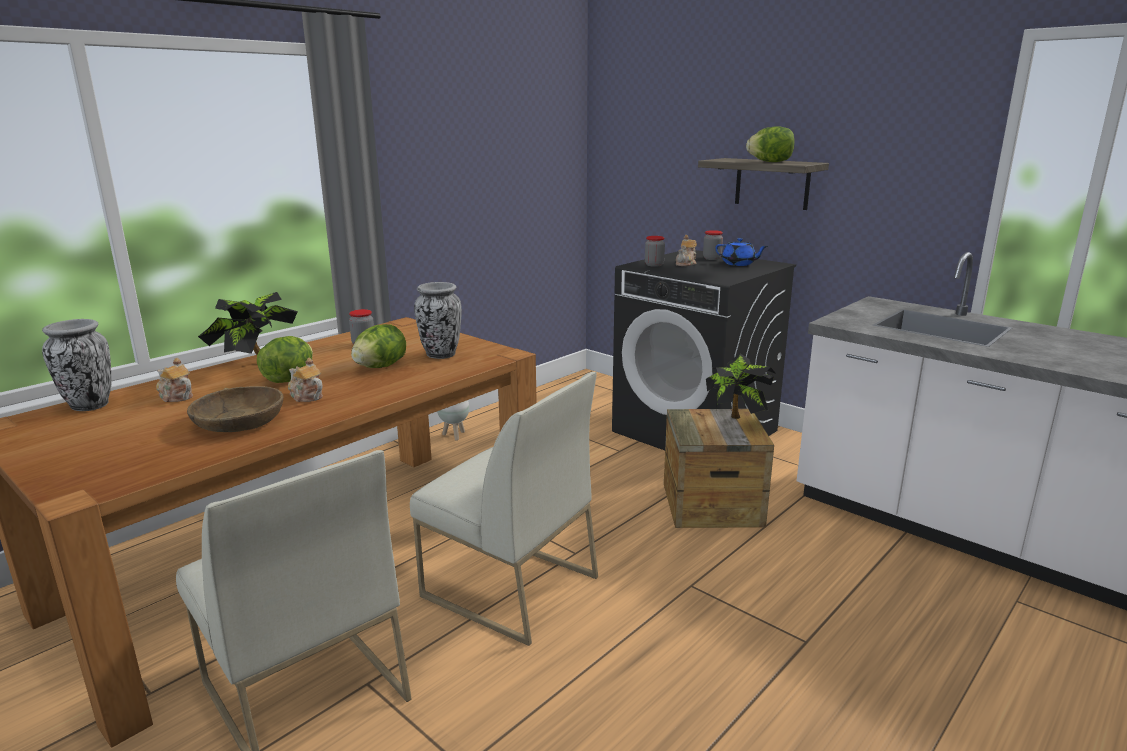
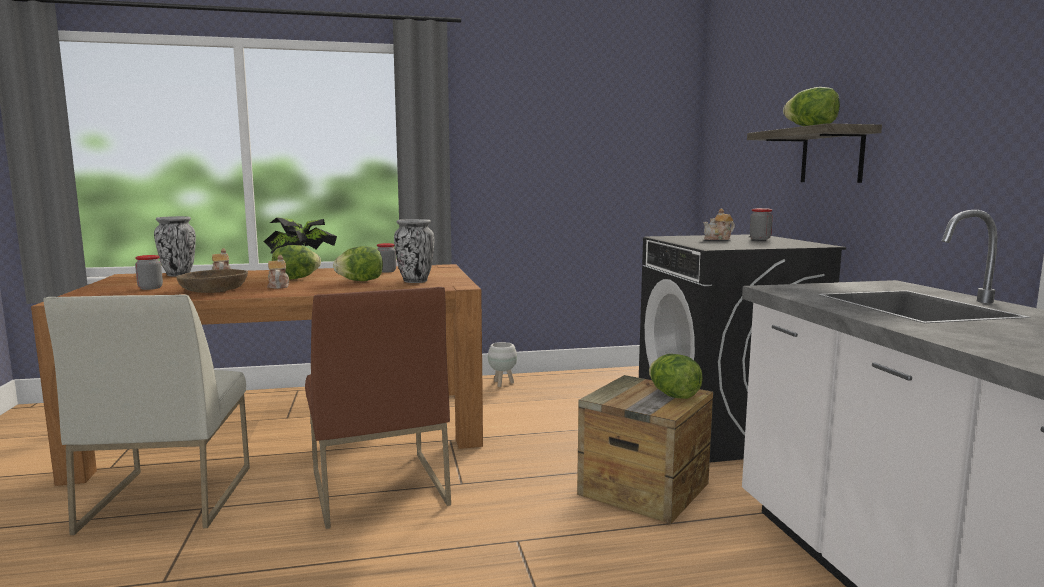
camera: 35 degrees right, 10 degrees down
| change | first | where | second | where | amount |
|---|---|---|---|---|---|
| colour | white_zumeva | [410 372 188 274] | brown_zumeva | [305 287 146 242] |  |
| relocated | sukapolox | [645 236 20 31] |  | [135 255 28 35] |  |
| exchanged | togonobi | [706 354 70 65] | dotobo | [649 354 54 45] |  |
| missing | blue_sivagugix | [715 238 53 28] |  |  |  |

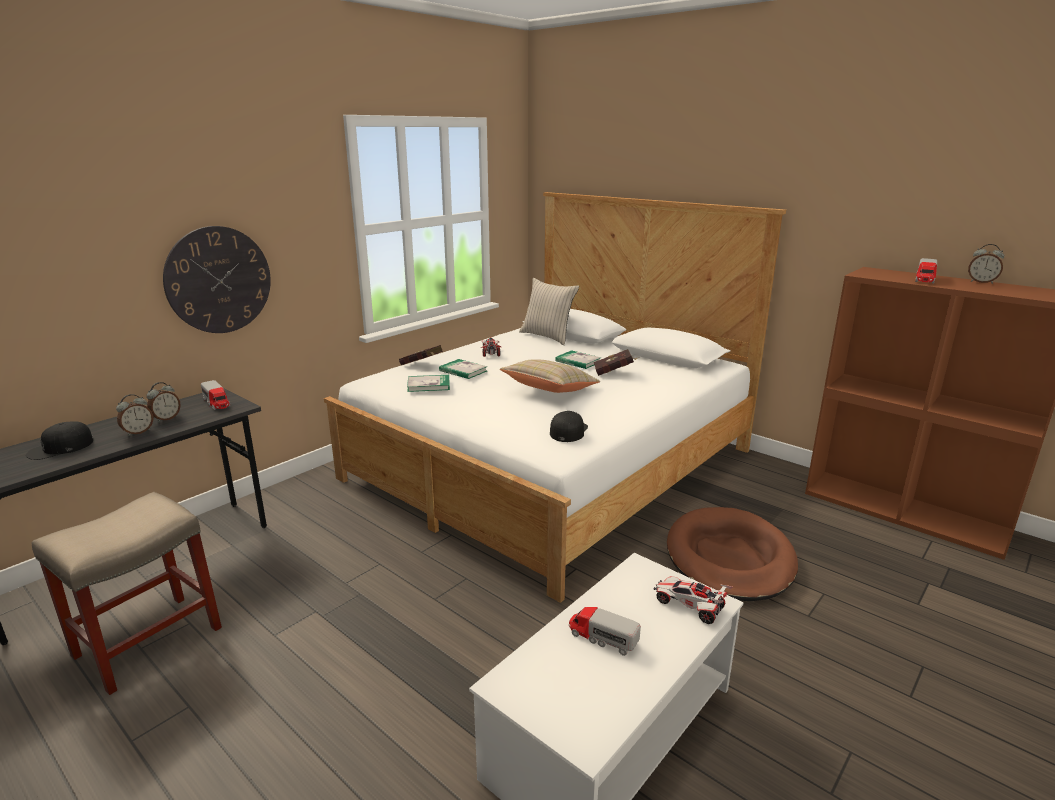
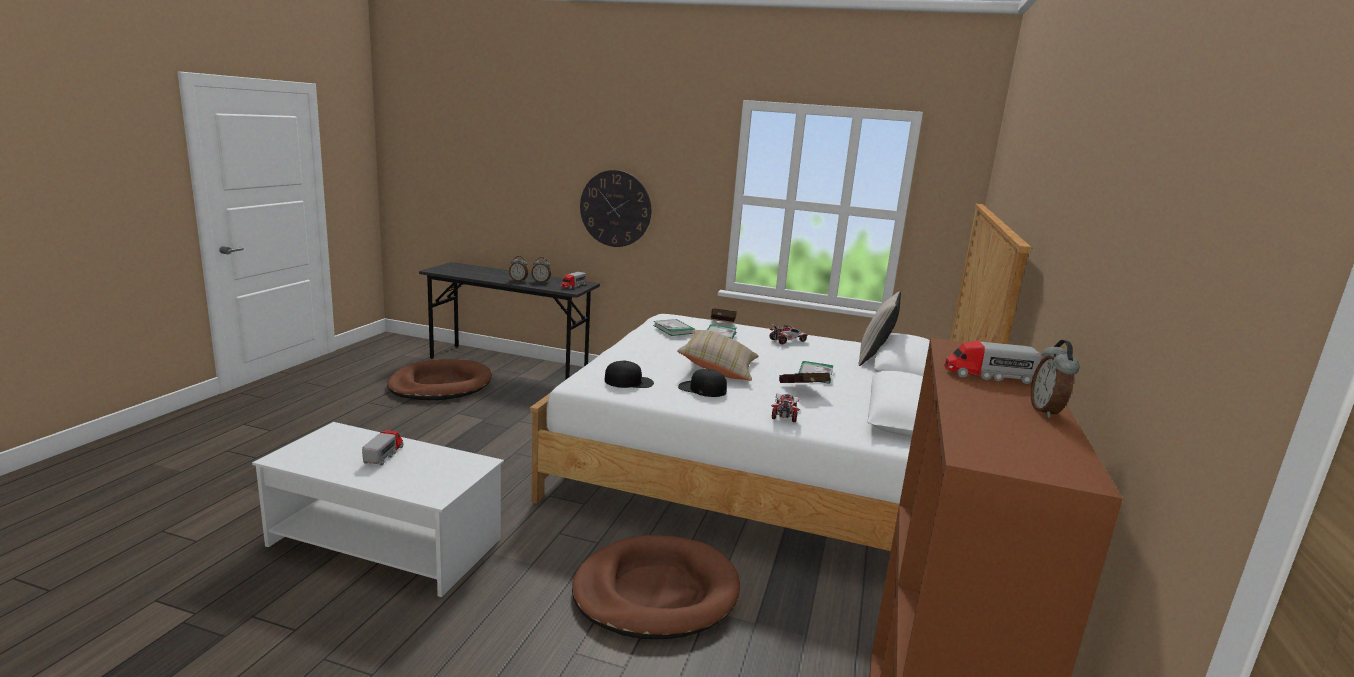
camera: 65 degrees right, 5 degrees down
| change | first | where | second | where | amount |
|---|---|---|---|---|---|
| relocated | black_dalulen | [26 421 67 39] |  | [678 369 49 28] |  |
| exchanged | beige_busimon | [32 492 190 203] | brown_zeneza | [387 359 105 41] |  |
| relocated | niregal | [653 576 80 48] |  | [771 394 29 28] |  |

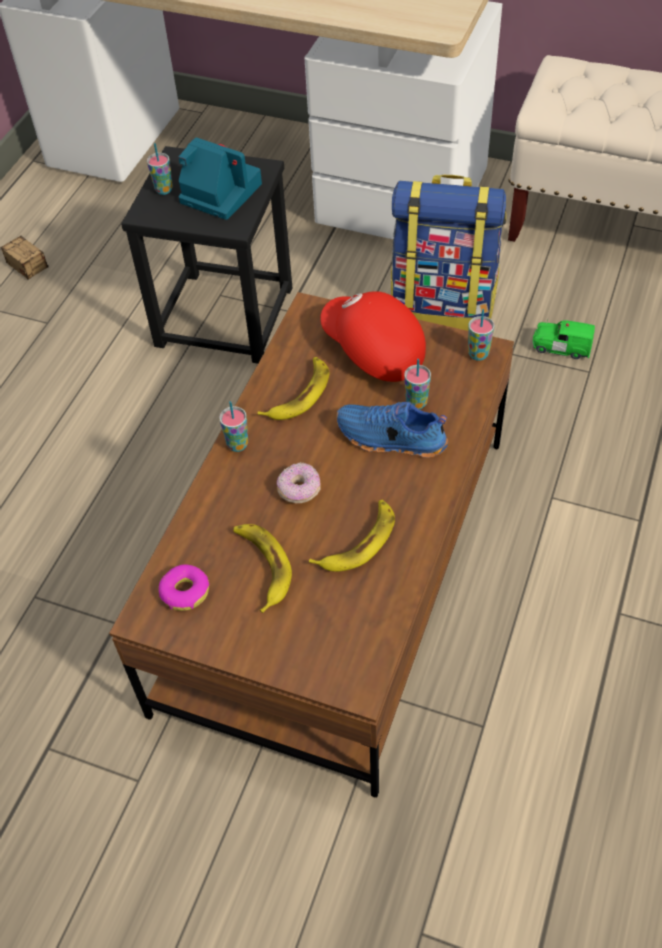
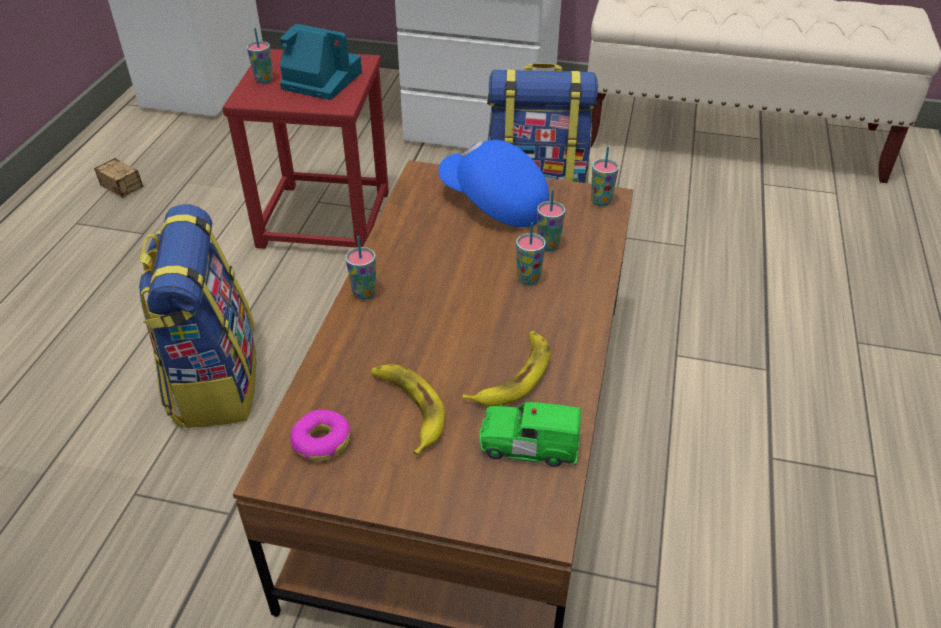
camera: 10 degrees left, 10 degrees down
| change | first | where | second | where | amount |
|---|---|---|---|---|---|
| colour | black_busimon | [121 146 171 218] | red_busimon | [222 49 167 200] |  |
| missing | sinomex | [257 357 73 63] |  |  |  |
| missing | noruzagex | [277 462 44 42] |  |  |  |
| colour | red_dalulen | [320 291 106 91] | blue_dalulen | [438 140 111 87] |  |
| exchanged | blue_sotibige | [337 402 111 56] | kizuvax | [516 222 30 63] |  |
| relocated | green_niregal | [533 320 62 39] |  | [479 399 102 68] |  |
| appeared |  |  | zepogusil | [138 204 118 224] |  |

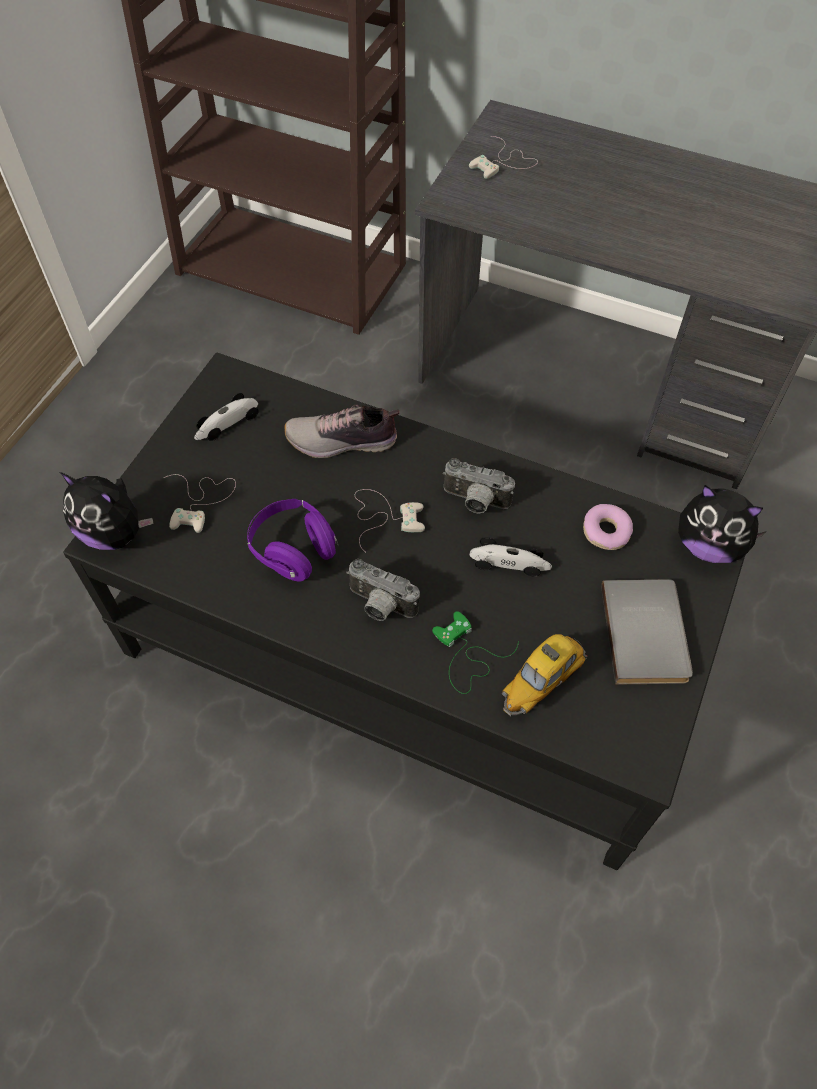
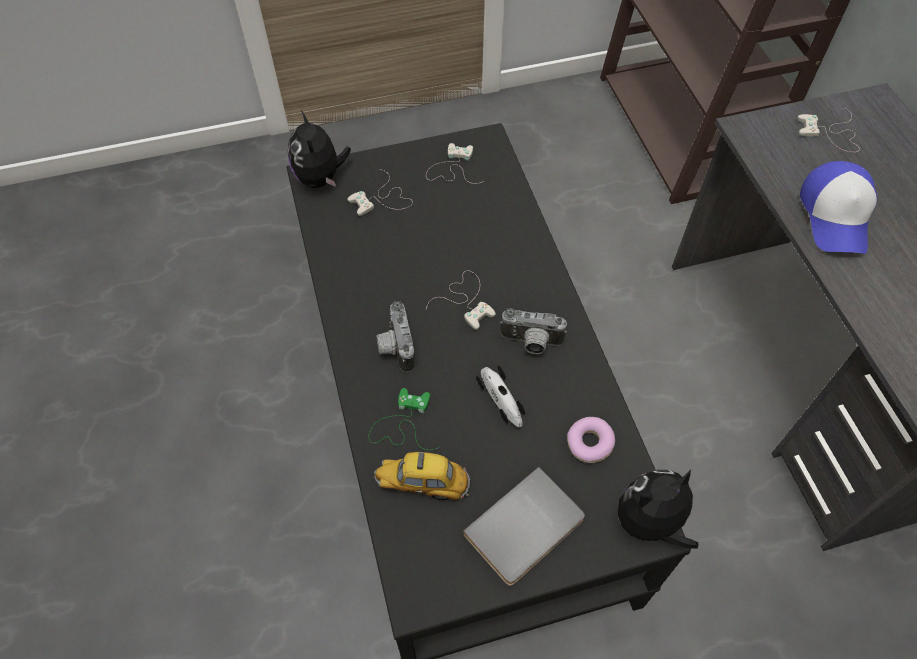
camera: 50 degrees right, 0 degrees up
| change | first | where | second | where | amount |
|---|---|---|---|---|---|
| exchanged | niregal | [194 393 64 48] | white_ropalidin | [426 143 58 41] |  |
| missing | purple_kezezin | [247 499 92 83] |  |  |  |
| missing | sotibige | [284 404 116 54] |  |  |  |
| spun | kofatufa | [443 458 72 56] |  | [500 308 67 46] | 60 degrees counterclockwise |
| spun | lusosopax | [678 485 88 78] |  | [618 469 80 79] | 75 degrees clockwise |
| appeared |  |  | dalulen | [800 161 77 93] |  |

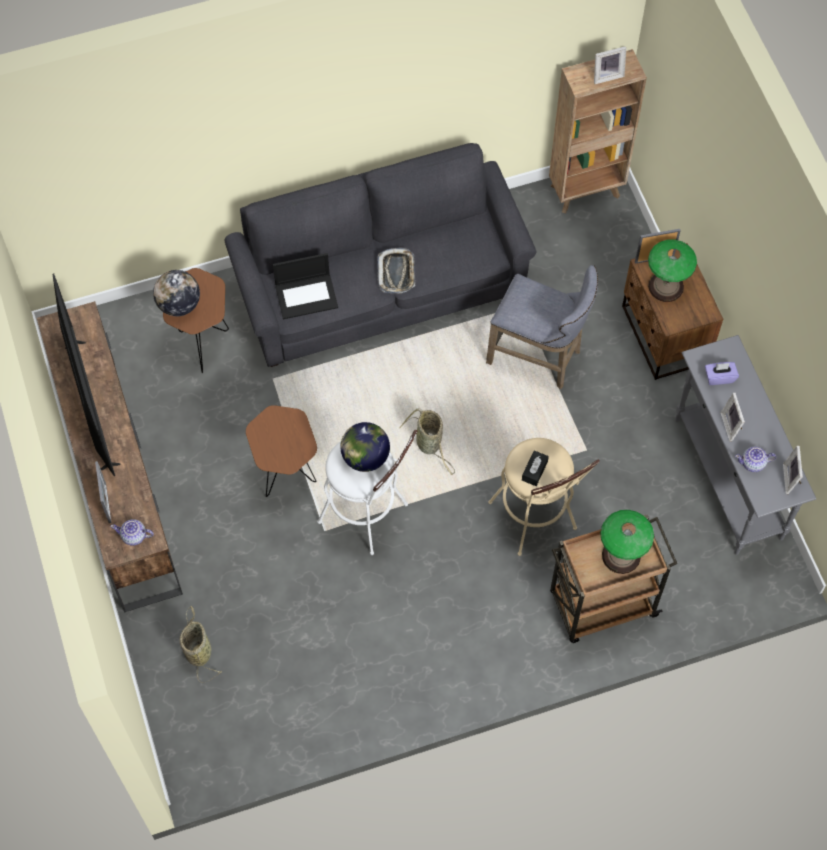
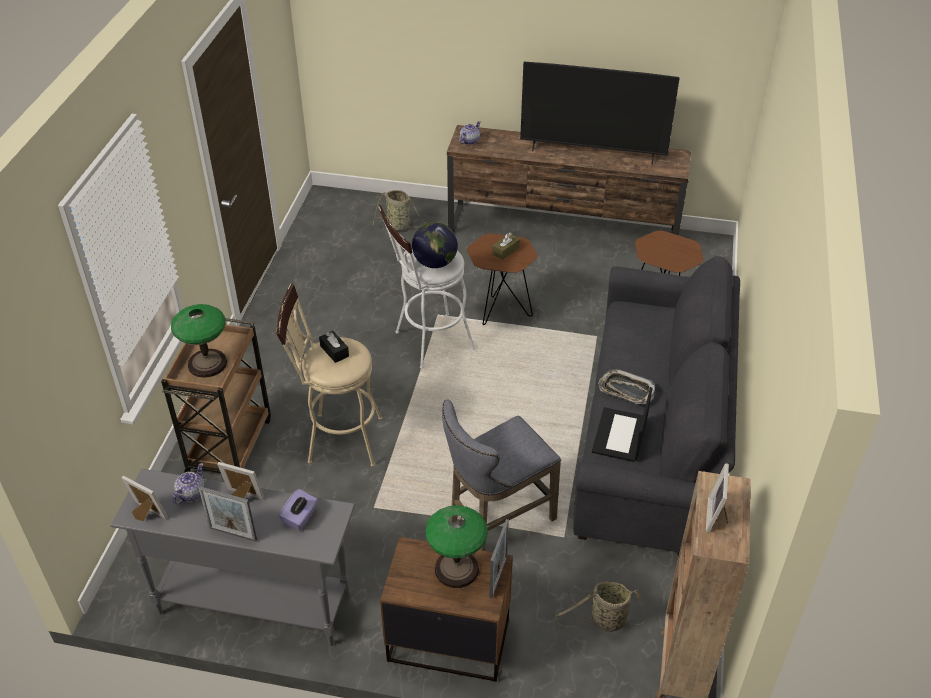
camera: 120 degrees right, 20 degrees down
| change | first | where | second | where | amount |
|---|---|---|---|---|---|
| relocated | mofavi | [95 461 16 62] |  | [199 486 58 56] |  |
| missing | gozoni | [153 270 47 47] |  |  |  |
| relocated | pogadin | [273 253 65 66] |  | [592 387 60 75] |  |
| relocated | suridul | [399 408 56 67] |  | [556 582 89 50] |  |
| appeared |  |  | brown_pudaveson | [492 233 28 27] |  |

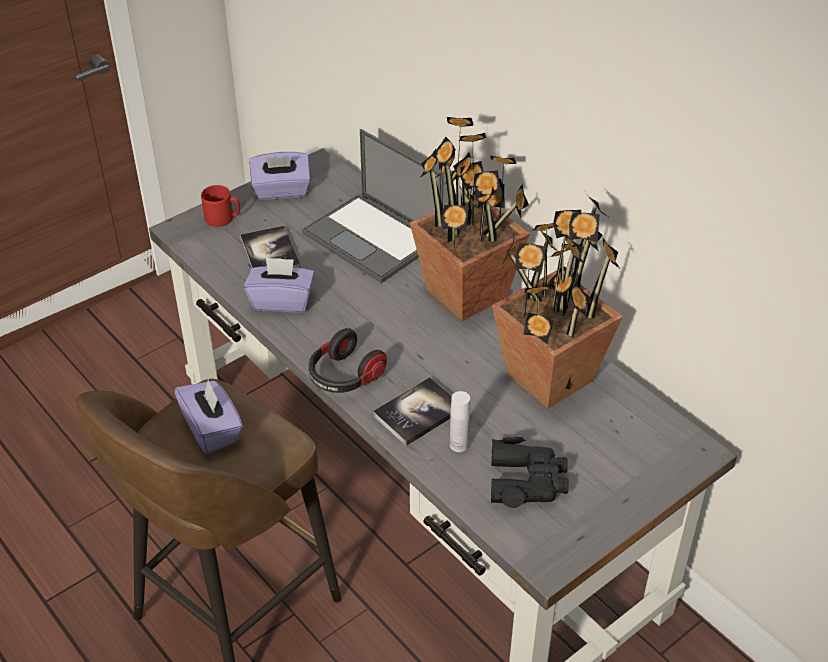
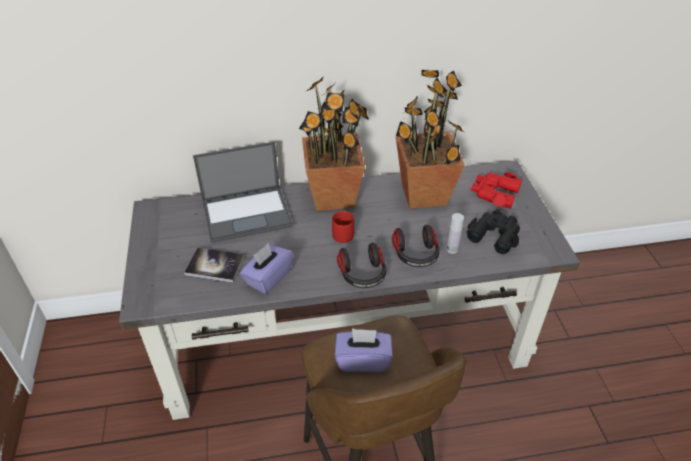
camera: 60 degrees left, 0 degrees up
| change | first | where | second | where | amount |
|---|---|---|---|---|---|
| relocated | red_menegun | [201 185 39 42] |  | [332 211 22 32] |  |
| missing | purple_pudaveson | [249 152 61 48] |  |  |  |
| exchanged | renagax | [373 377 79 69] | kezezin | [392 225 48 42] |  |
| appeared |  |  | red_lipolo | [471 172 52 37] |  |

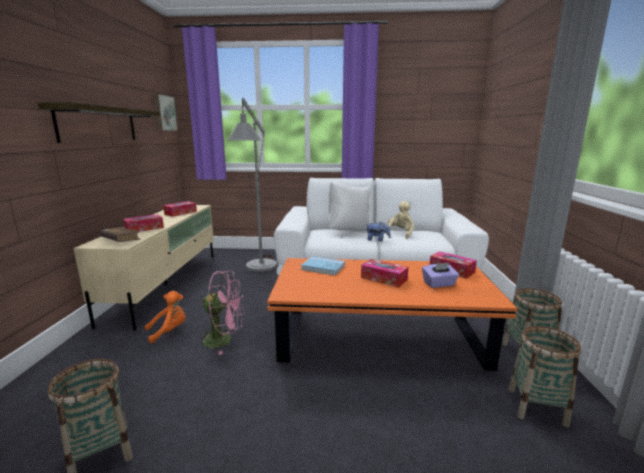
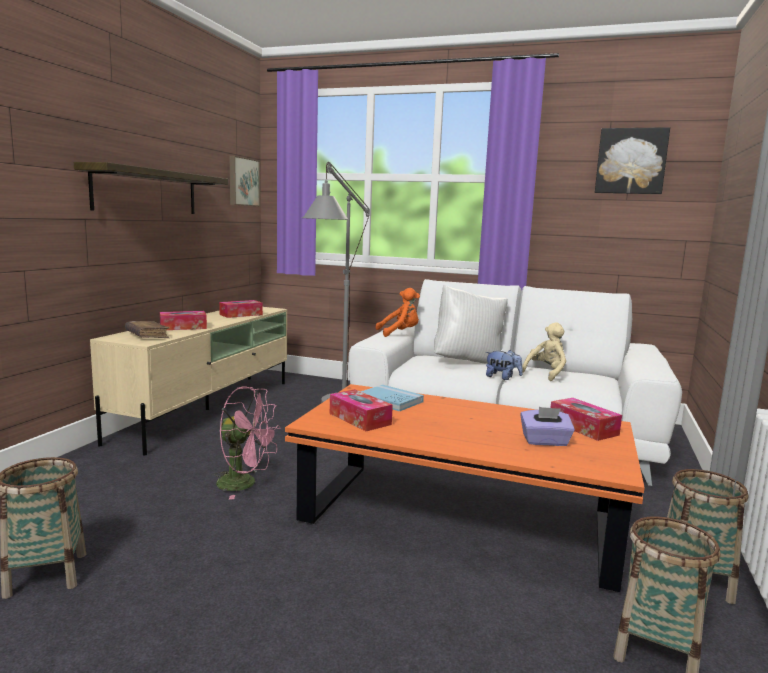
camera: 15 degrees right, 5 degrees down
| change | first | where | second | where | amount |
|---|---|---|---|---|---|
| relocated | orange_lusosopax | [145 291 41 53] |  | [375 288 45 49] |  |
| relocated | pudaveson | [361 259 47 29] |  | [330 389 63 42] |  |
| appeared |  |  | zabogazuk | [595 127 75 67] |  |

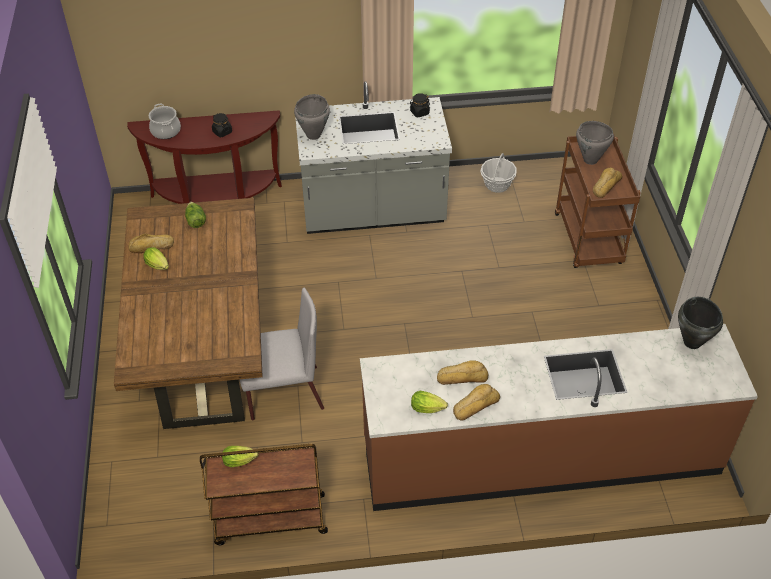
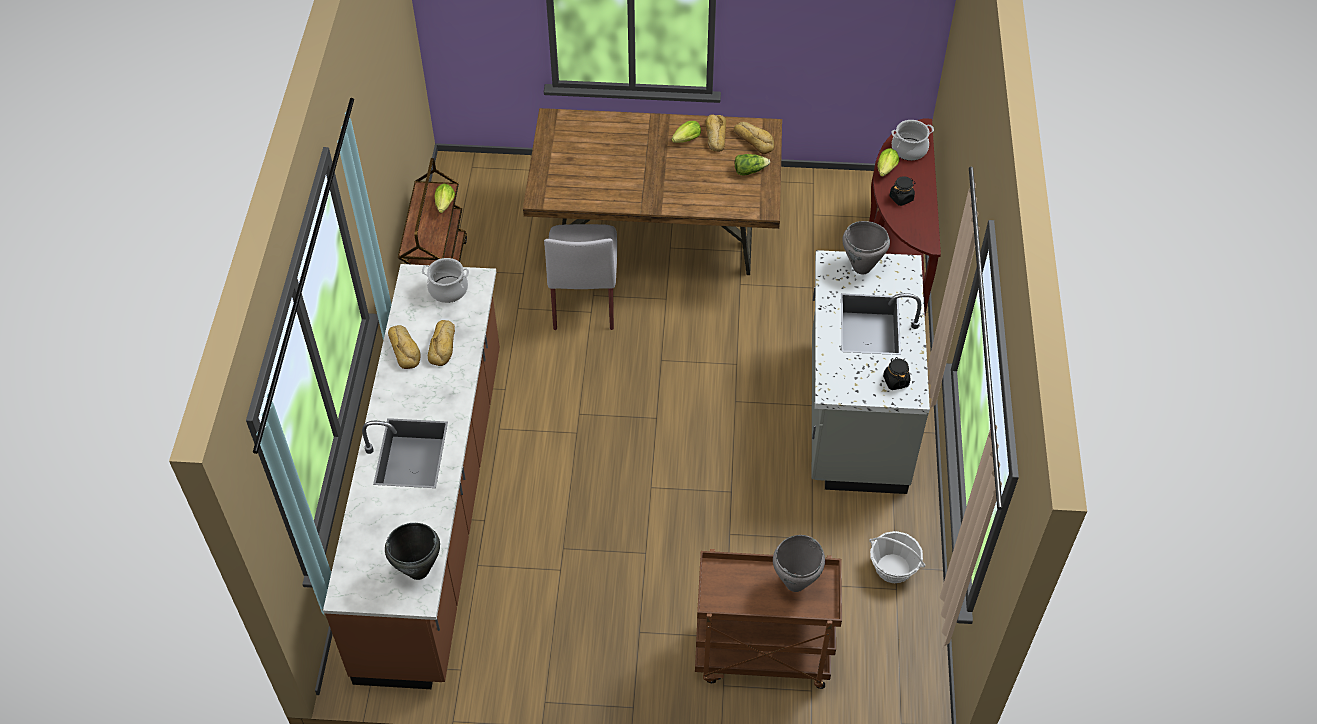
camera: 100 degrees right, 5 degrees up
| change | first | where | second | where | amount |
|---|---|---|---|---|---|
| relocated | dotobo | [411 391 37 22] |  | [877 148 22 29] |  |
| relocated | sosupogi | [593 167 29 31] |  | [734 122 40 32] |  |
| appeared |  |  | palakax | [422 258 47 45] |  |

